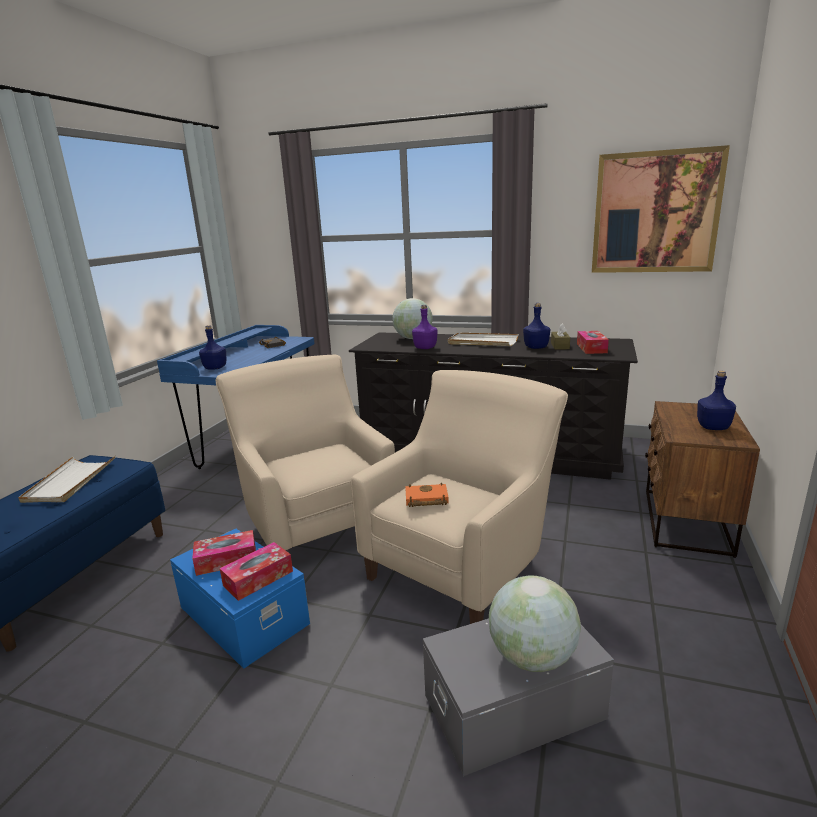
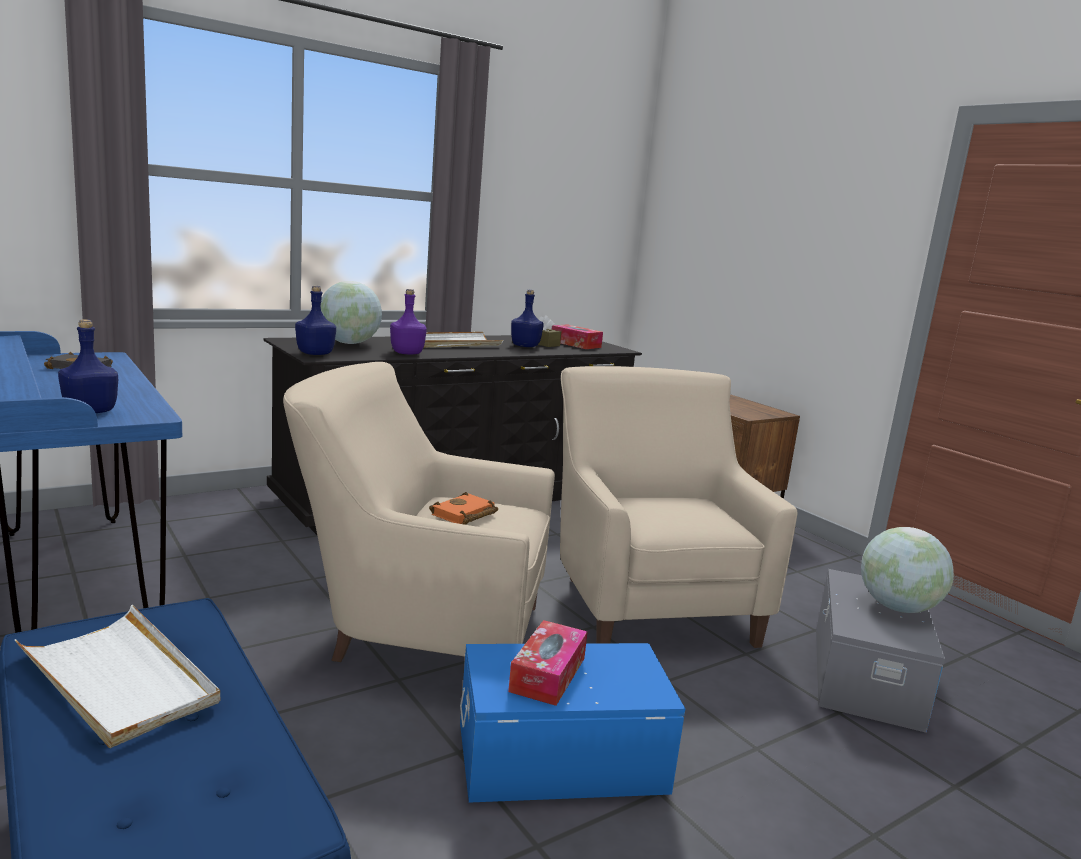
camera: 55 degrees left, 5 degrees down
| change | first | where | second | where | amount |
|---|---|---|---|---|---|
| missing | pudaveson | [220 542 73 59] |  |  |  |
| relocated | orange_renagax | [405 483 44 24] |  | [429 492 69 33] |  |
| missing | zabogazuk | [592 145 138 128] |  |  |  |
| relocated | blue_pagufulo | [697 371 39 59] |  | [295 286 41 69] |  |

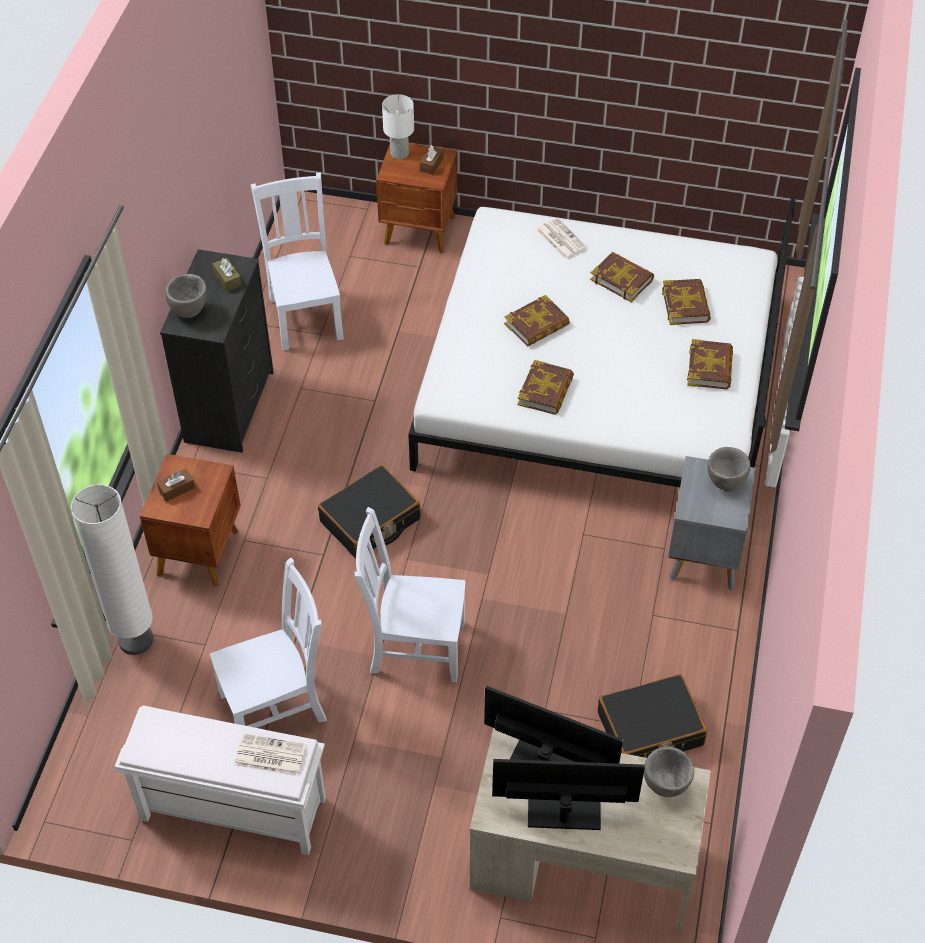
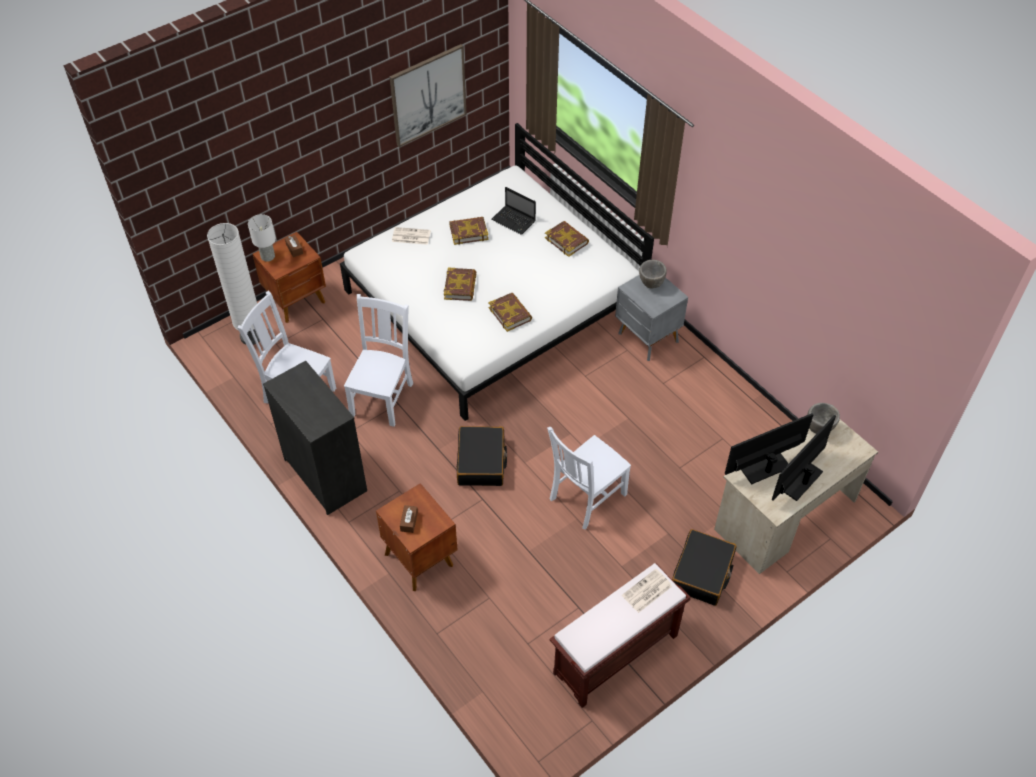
camera: 50 degrees left, 0 degrees up
| change | first | where | second | where | amount |
|---|---|---|---|---|---|
| relocated | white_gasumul | [71 484 82 171] |  | [207 223 53 122] |  |
| colour | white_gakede | [114 705 212 150] | brown_gakede | [550 563 140 145] |  |
| missing | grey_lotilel | [165 274 42 44] |  |  |  |
| relocated | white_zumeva | [210 558 117 170] |  | [344 294 69 133] |  |
| missing | brown_pudaveson | [212 258 30 34] |  |  |  |
| relocated | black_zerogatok | [598 674 109 84] |  | [672 529 64 77] |  |
| exchanged | renagax | [662 279 49 46] | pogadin | [491 187 45 48] |  |
| appeared |  |  | zabogazuk | [390 44 77 103] |  |

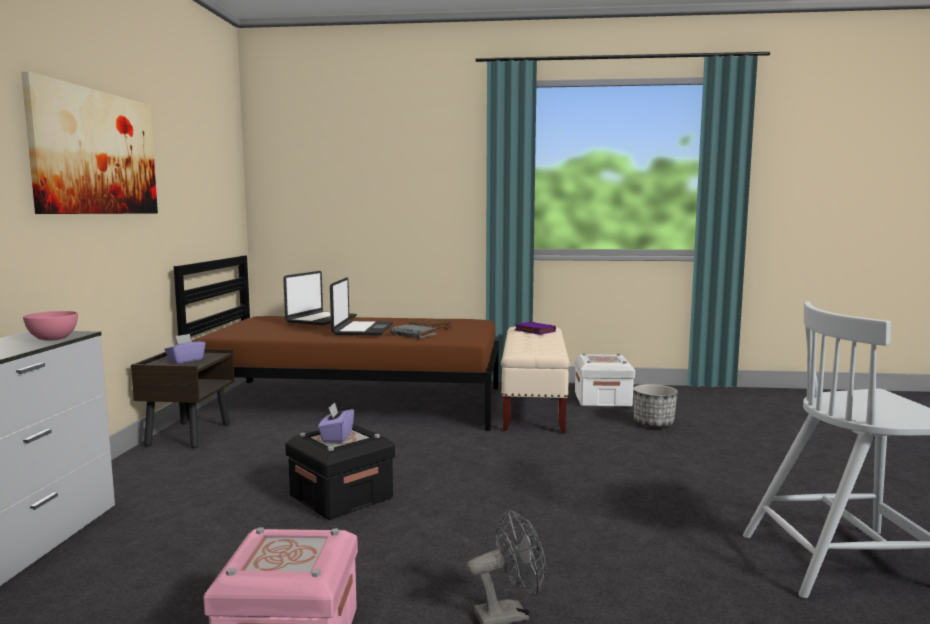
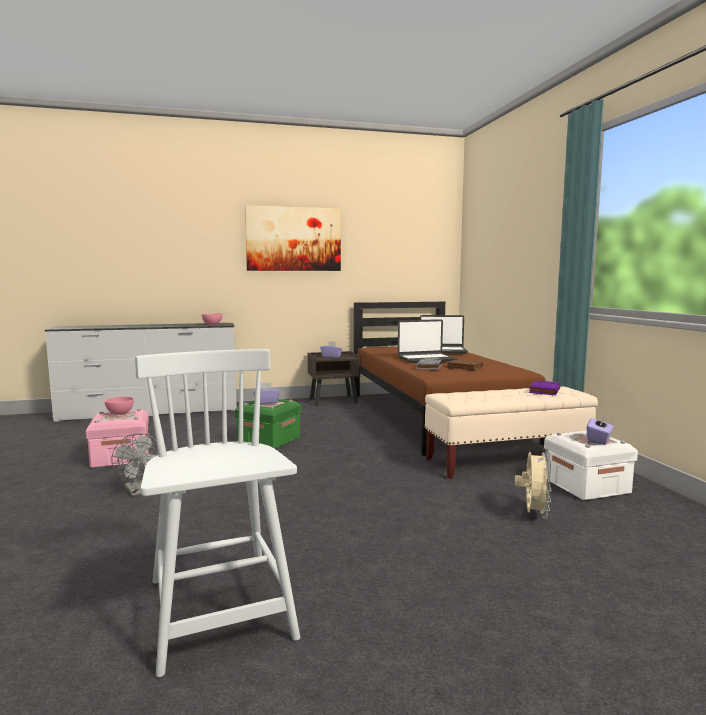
camera: 70 degrees right, 0 degrees up
| change | first | where | second | where | amount |
|---|---|---|---|---|---|
| colour | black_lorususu | [285 424 110 96] | green_lorususu | [235 399 66 50] |  |
| exchanged | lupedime | [633 384 45 44] | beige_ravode | [515 448 37 71] |  |
| appeared |  |  | pink_lotilel | [104 397 30 18] |  |
| appeared |  |  | purple_pudaveson | [587 415 26 30] |  |

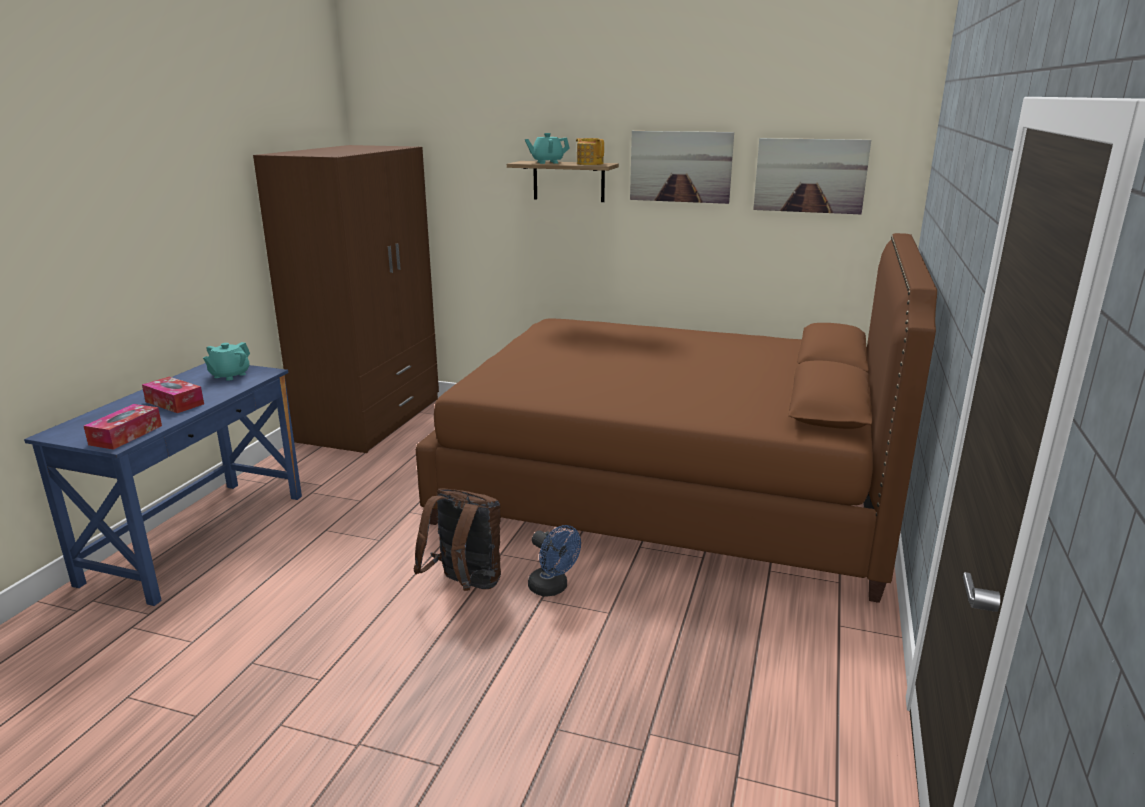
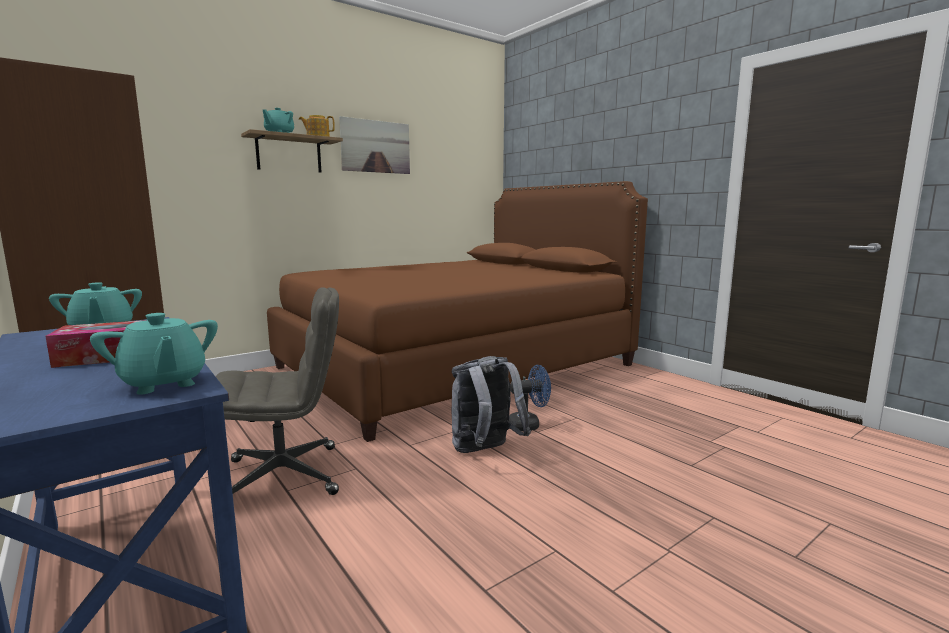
camera: 55 degrees left, 10 degrees down
| change | first | where | second | where | amount |
|---|---|---|---|---|---|
| exchanged | pudaveson | [84 404 78 46] | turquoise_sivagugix | [90 313 128 82] |  |
| colour | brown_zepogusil | [413 488 88 103] | grey_zepogusil | [451 356 80 97] |  |
| missing | zabogazuk | [753 138 118 76] |  |  |  |
| appeared |  |  | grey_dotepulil | [216 287 123 208] |  |

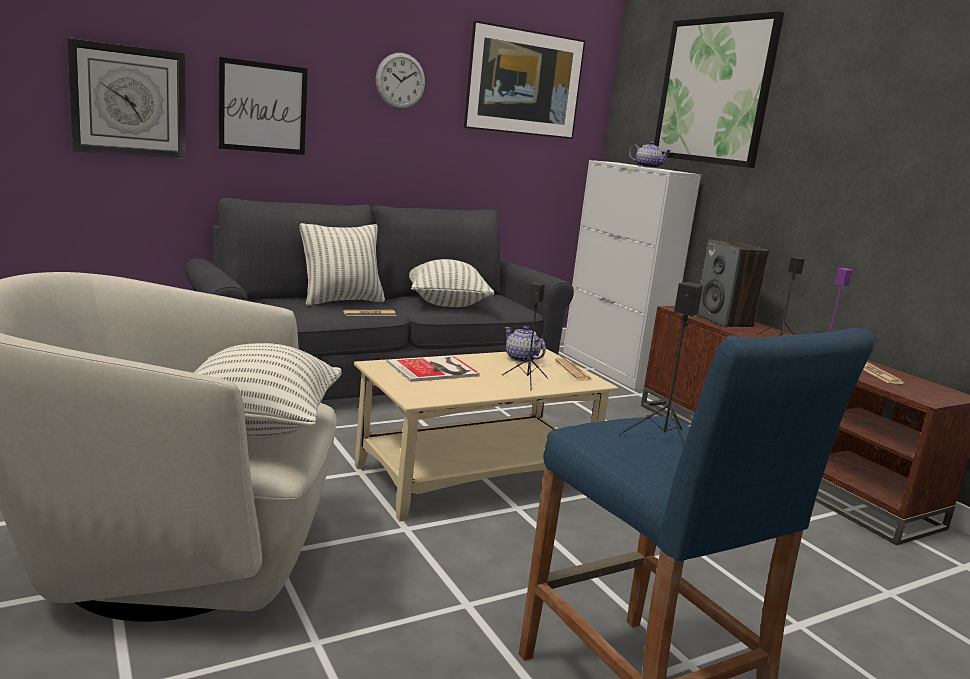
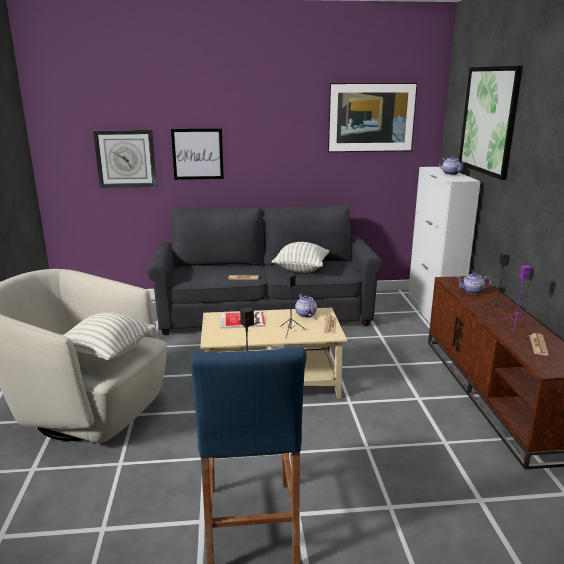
camera: 25 degrees right, 5 degrees up
| change | first | where | second | where | amount |
|---|---|---|---|---|---|
| missing | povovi | [300 223 85 83] |  |  |  |
| missing | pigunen | [376 53 49 56] |  |  |  |
| exchanged | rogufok | [696 240 73 88] | sivagugix | [457 272 34 22] |  |

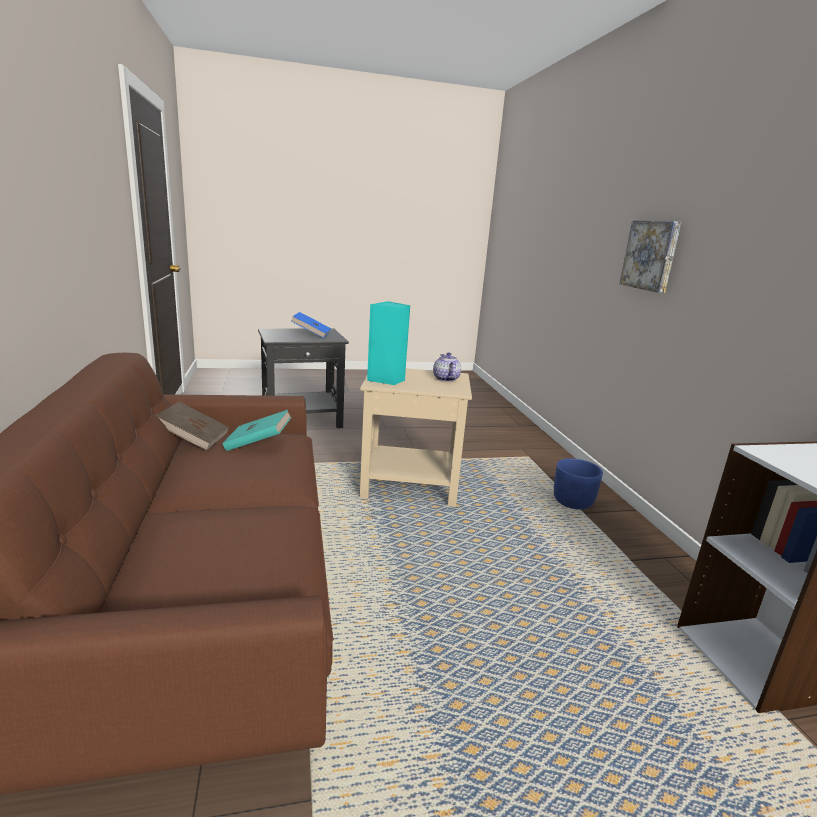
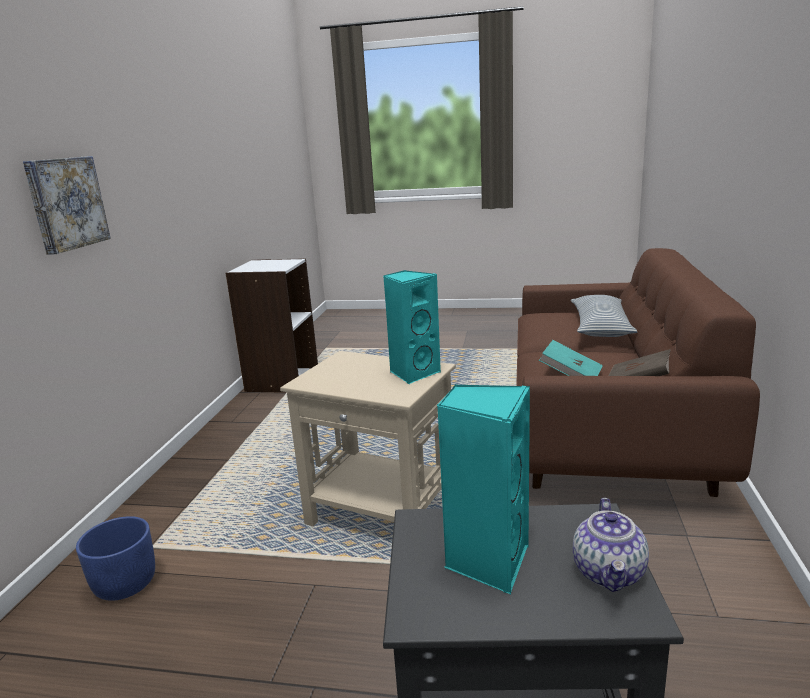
camera: 155 degrees left, 0 degrees up
| change | first | where | second | where | amount |
|---|---|---|---|---|---|
| exchanged | blue_renagax | [291 312 40 26] | turquoise_rogufok | [437 384 93 210] |  |
| relocated | sivagugix | [433 352 28 30] |  | [573 498 76 94] |  |
| relocated | blue_lupedime | [554 458 49 52] |  | [76 516 79 85] |  |
| appeared |  |  | povovi | [571 295 66 42] |  |

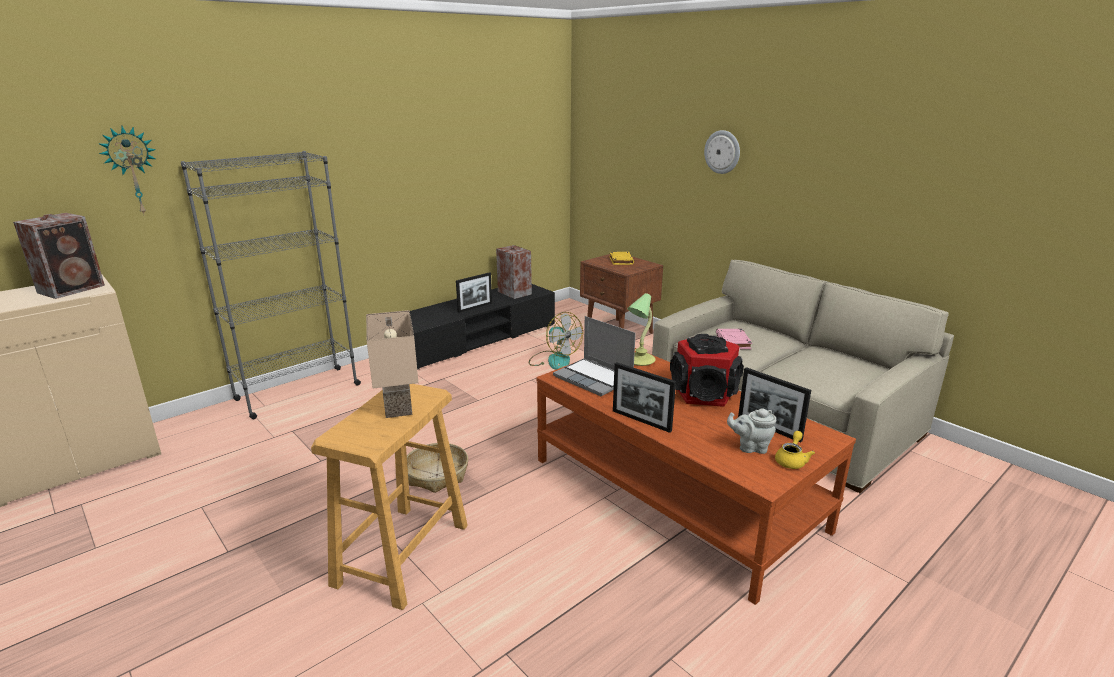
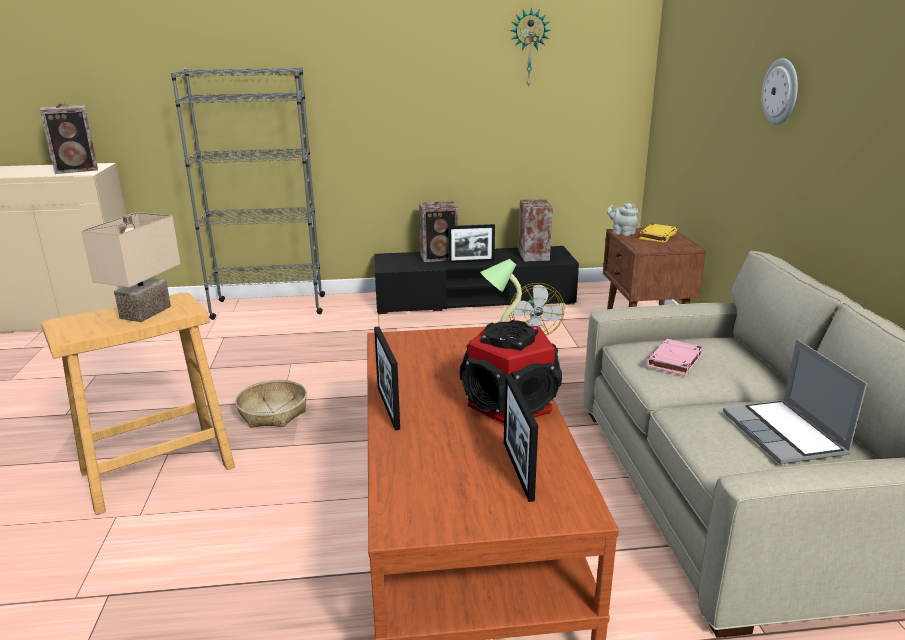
camera: 35 degrees right, 0 degrees up
| change | first | where | second | where | amount |
|---|---|---|---|---|---|
| relocated | pigunen | [98 126 58 90] |  | [510 7 41 81] |  |
| relocated | pogadin | [553 316 83 80] |  | [723 339 144 125] |  |
| relocated | grey_sivagugix | [727 408 49 46] |  | [607 203 31 33] |  |
| missing | yellow_sivagugix | [775 431 40 38] |  |  |  |
| appeared |  |  | rogufok | [419 201 39 61] |  |

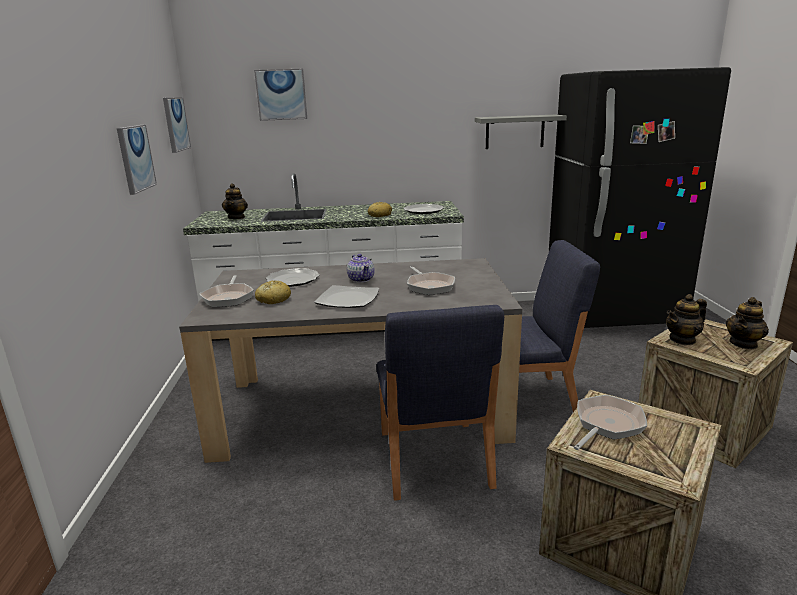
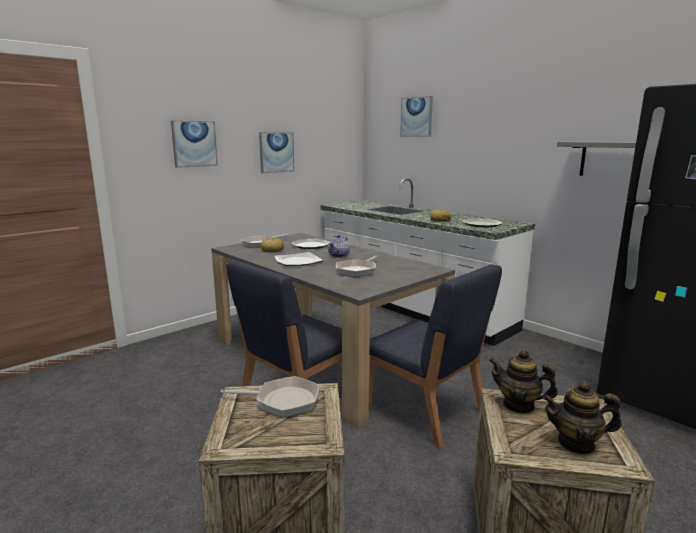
camera: 50 degrees right, 5 degrees down
| change | first | where | second | where | amount |
|---|---|---|---|---|---|
| relocated | zabogazuk | [163 97 28 56] |  | [171 120 47 48] |  |
| missing | sivagugix | [222 183 26 36] |  |  |  |

